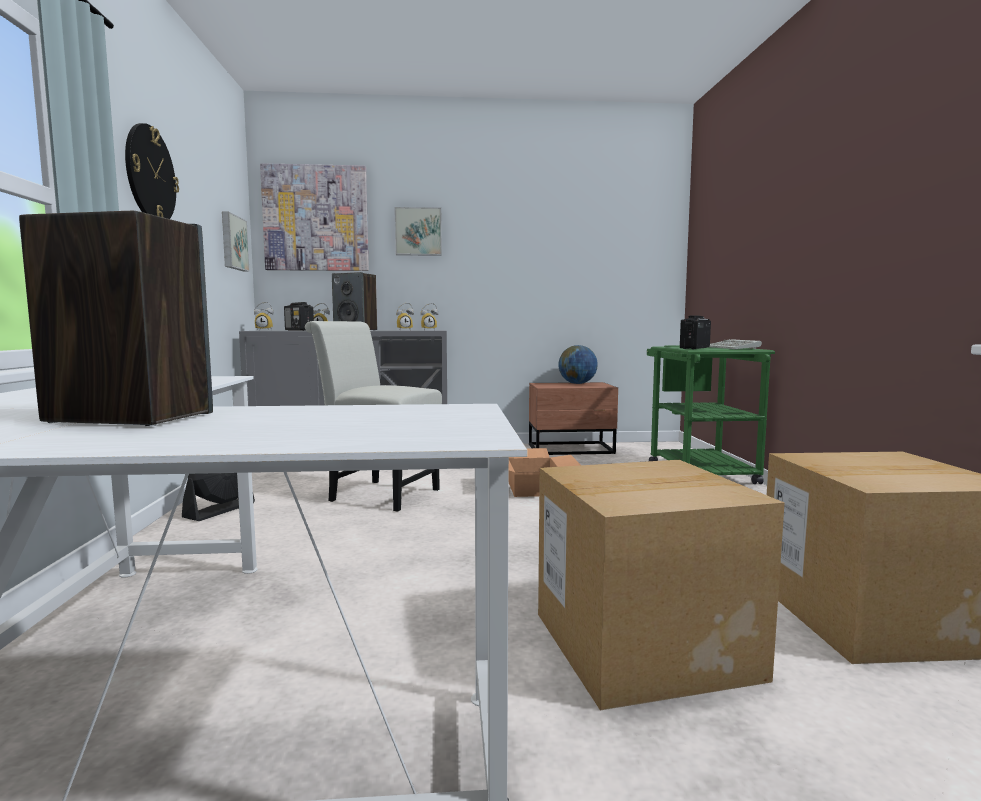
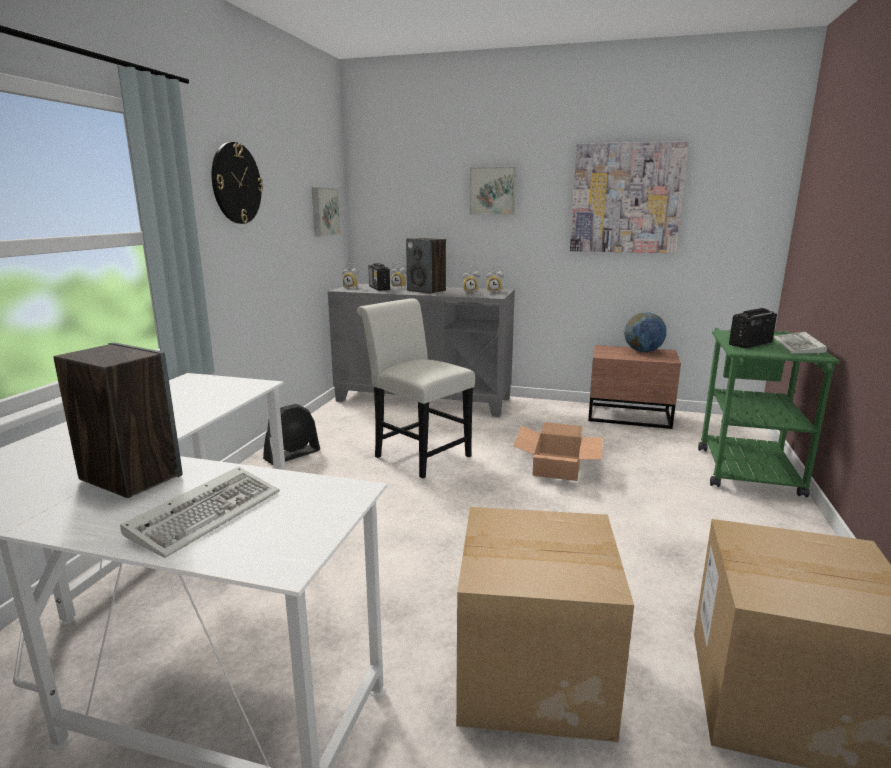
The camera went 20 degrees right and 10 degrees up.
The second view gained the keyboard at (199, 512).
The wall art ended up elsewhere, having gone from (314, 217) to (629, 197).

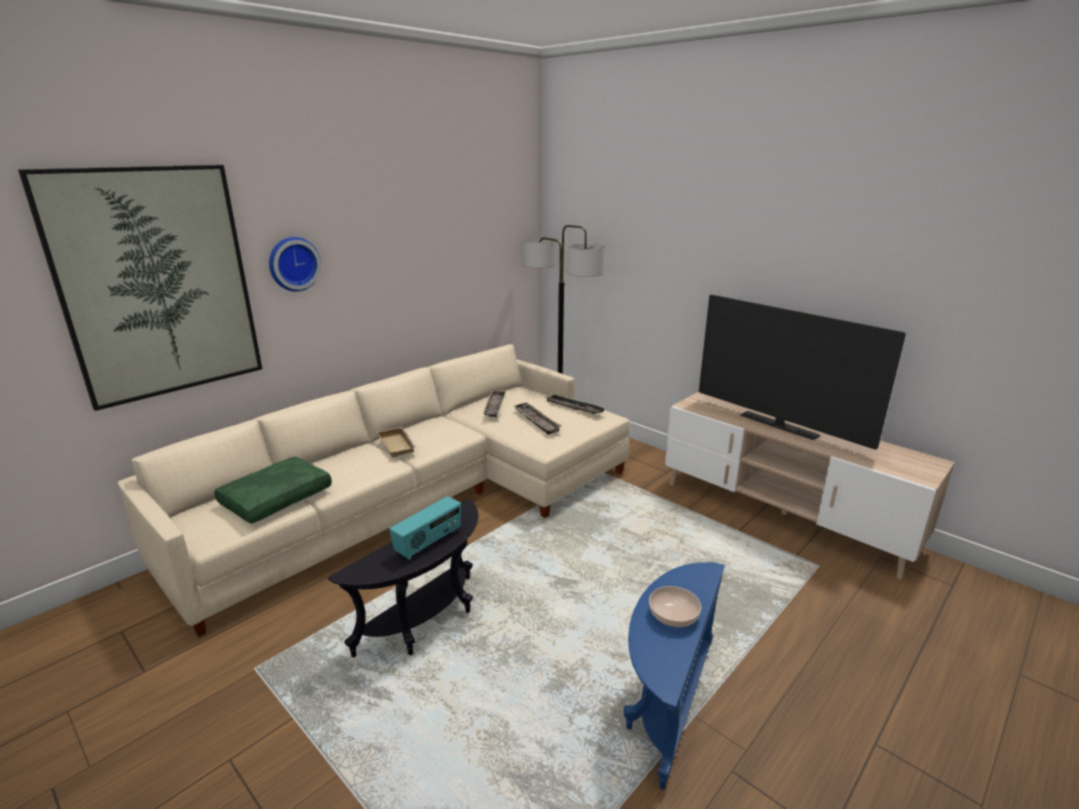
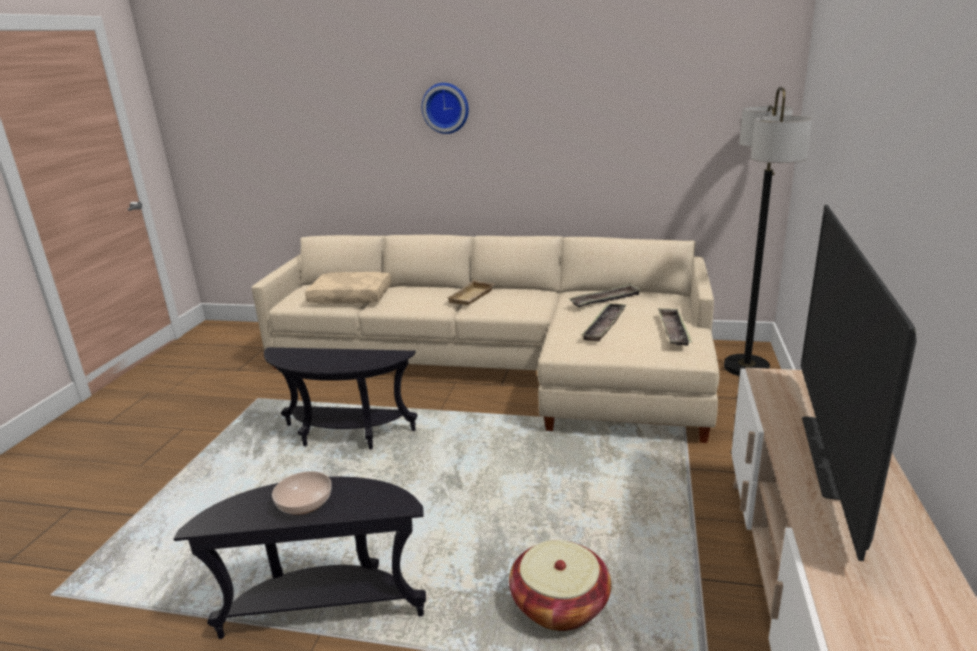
The camera went 60 degrees right and 0 degrees up.
The second view lost the wall art at (140, 288).
The second view lost the radio receiver at (425, 528).
The second view gained the household basket at (560, 585).
What was the green cushion at (273, 490) turned into the beige-coloured cushion at (348, 288).
What was the bluish accent table at (674, 676) turned into the black-coloured accent table at (300, 558).

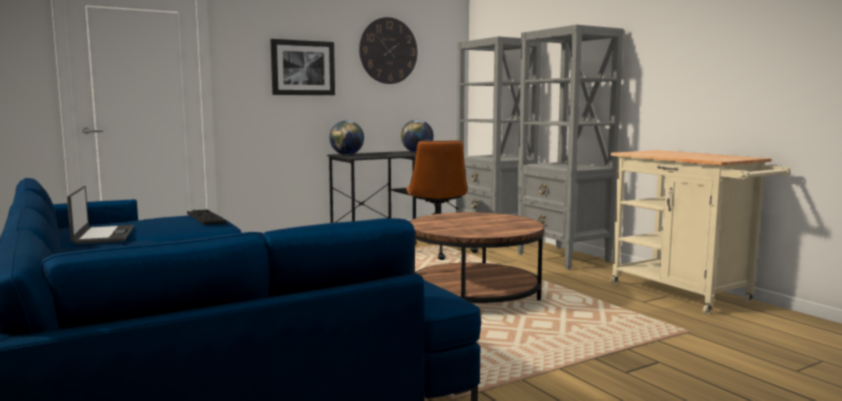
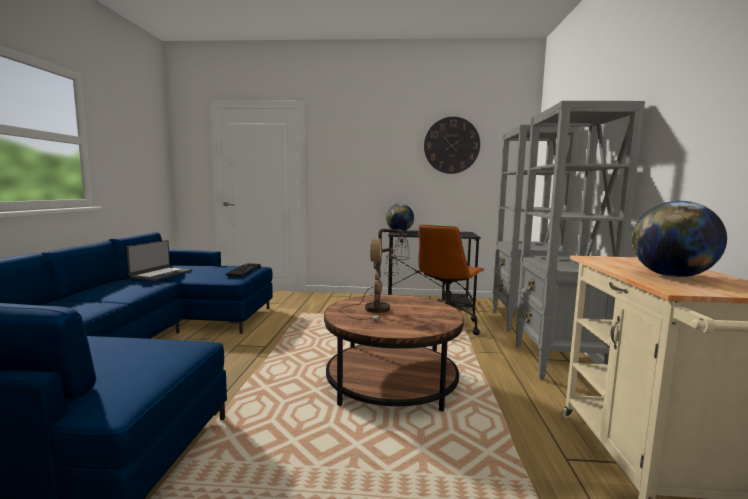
The camera went 35 degrees right and 0 degrees up.
The second view lost the wall art at (302, 67).
The second view gained the table lamp at (374, 274).
The world globe ended up elsewhere, having gone from (417, 136) to (679, 239).

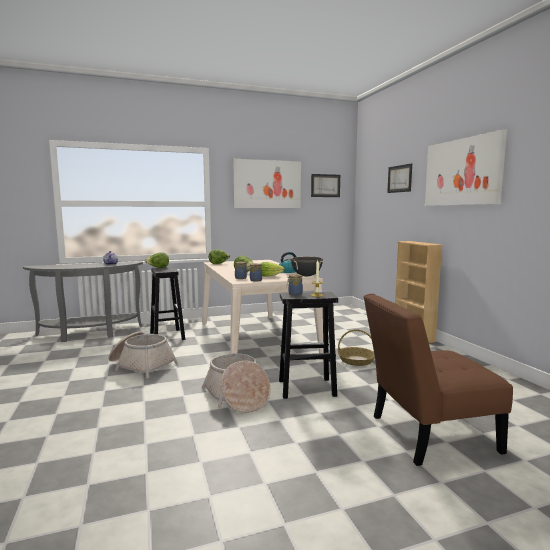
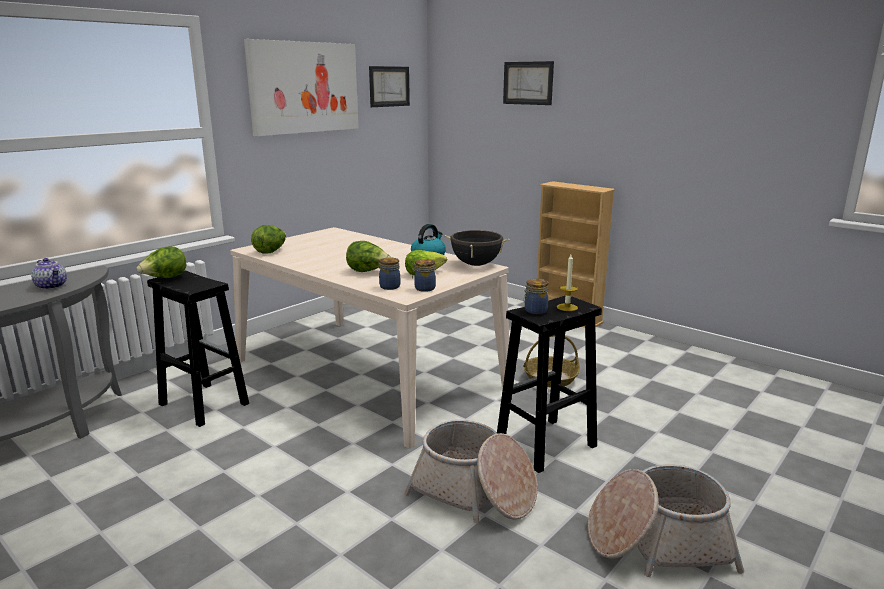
The camera went 30 degrees left and 10 degrees up.
The second view lost the brown plain chair at (438, 380).
The second view lost the wall art at (466, 167).
The household basket ended up elsewhere, having gone from (143, 354) to (666, 520).

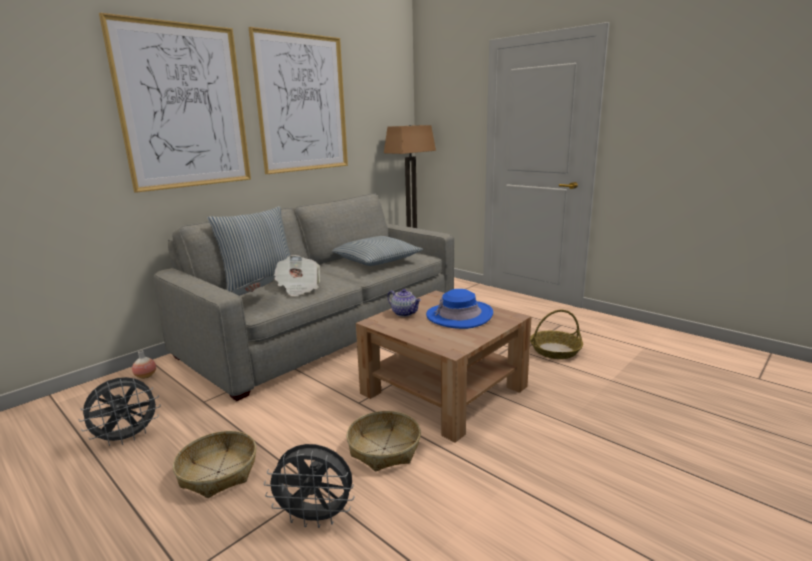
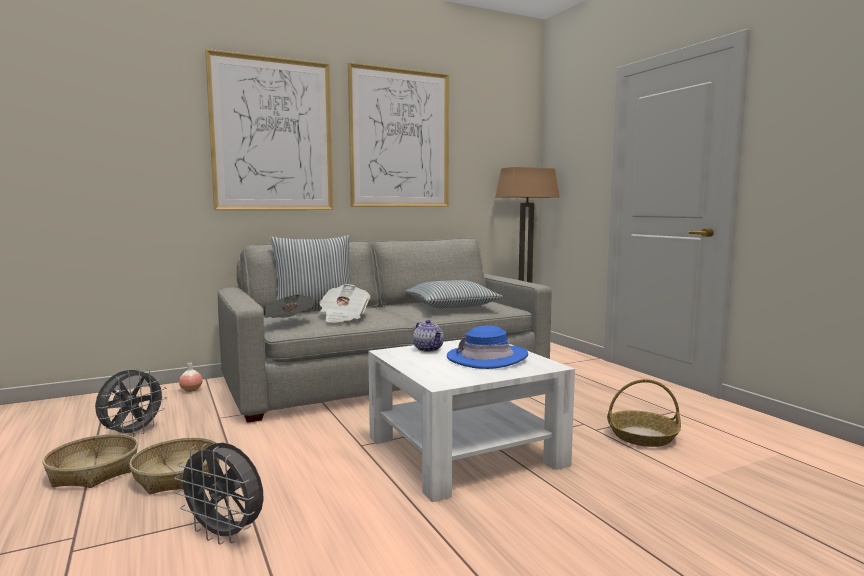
The camera went 20 degrees right and 10 degrees down.
The household basket ended up elsewhere, having gone from (383, 441) to (90, 461).
What was the brown coffee table at (444, 367) turned into the white coffee table at (471, 421).
The gray cooling fan at (120, 411) ended up facing another way, 45 degrees counterclockwise from before.

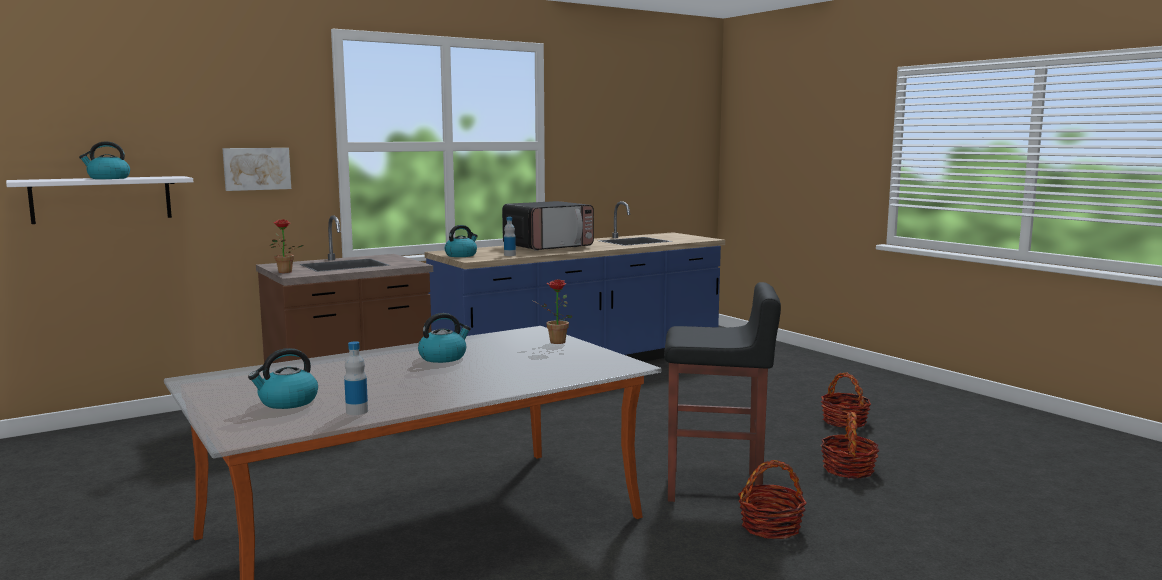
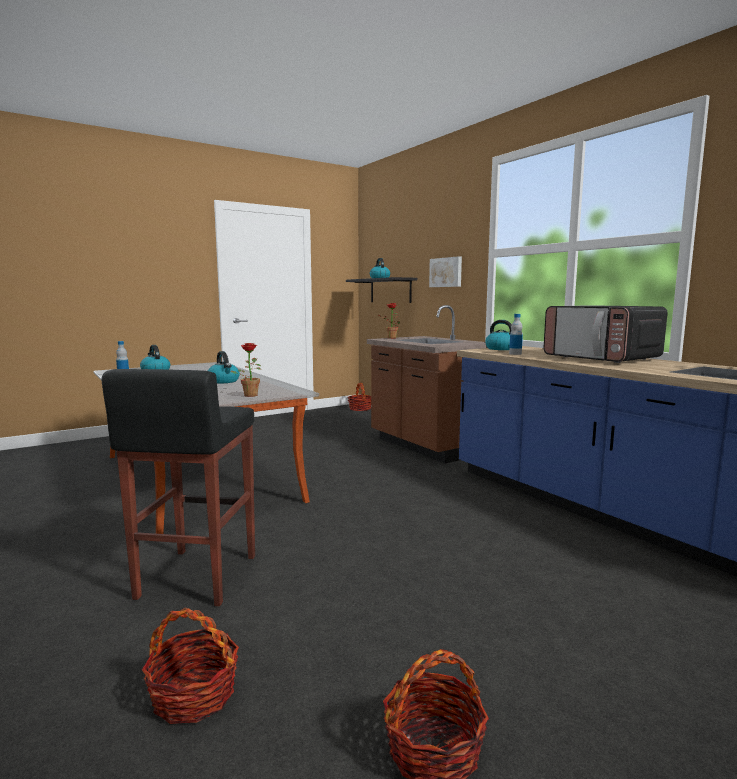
The camera went 90 degrees right and 0 degrees up.
The household basket ended up elsewhere, having gone from (772, 499) to (359, 396).
What was the white wall shelf at (99, 200) turned into the black-coloured wall shelf at (381, 290).

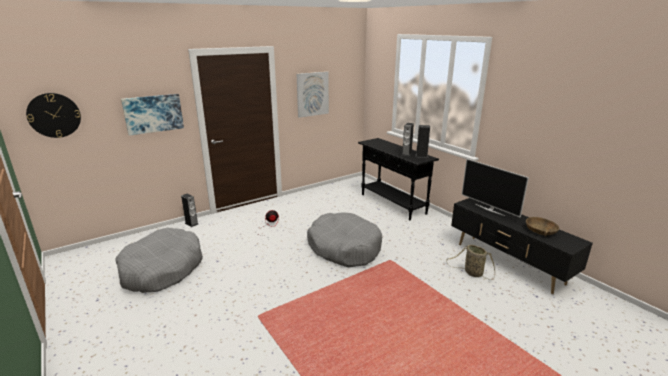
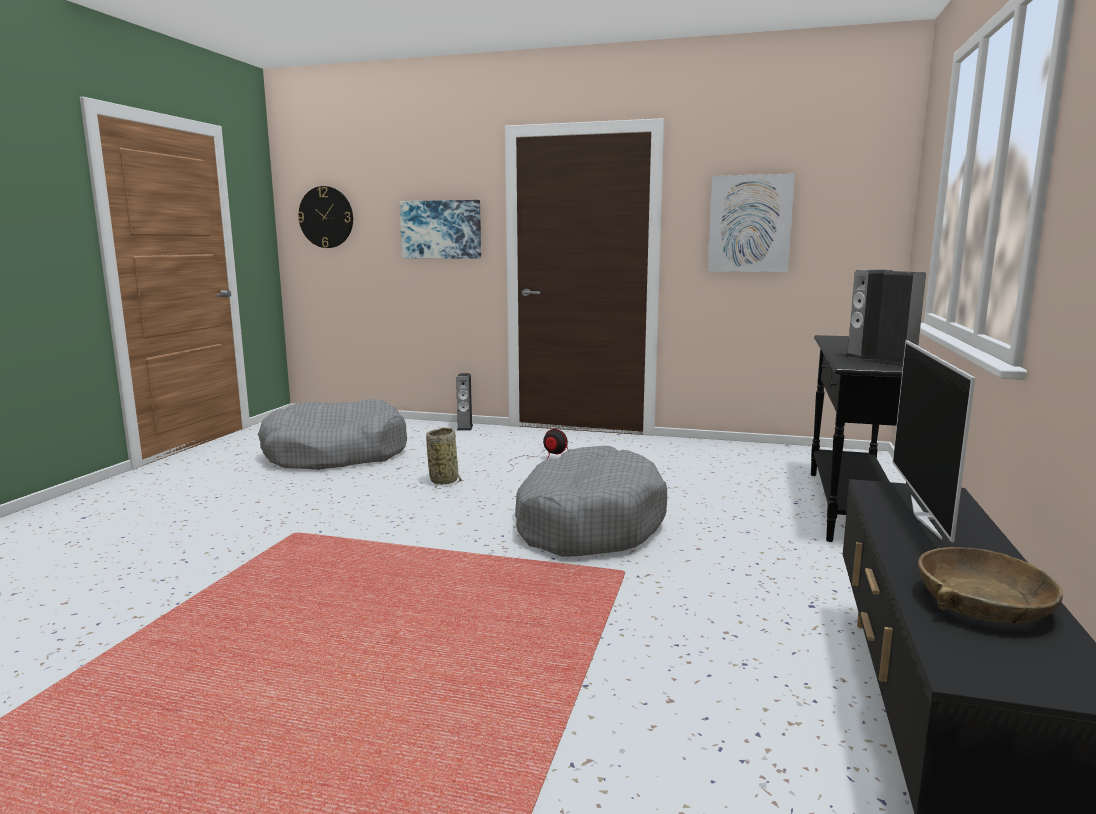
The camera went 50 degrees right and 10 degrees down.
The household basket ended up elsewhere, having gone from (470, 262) to (444, 458).

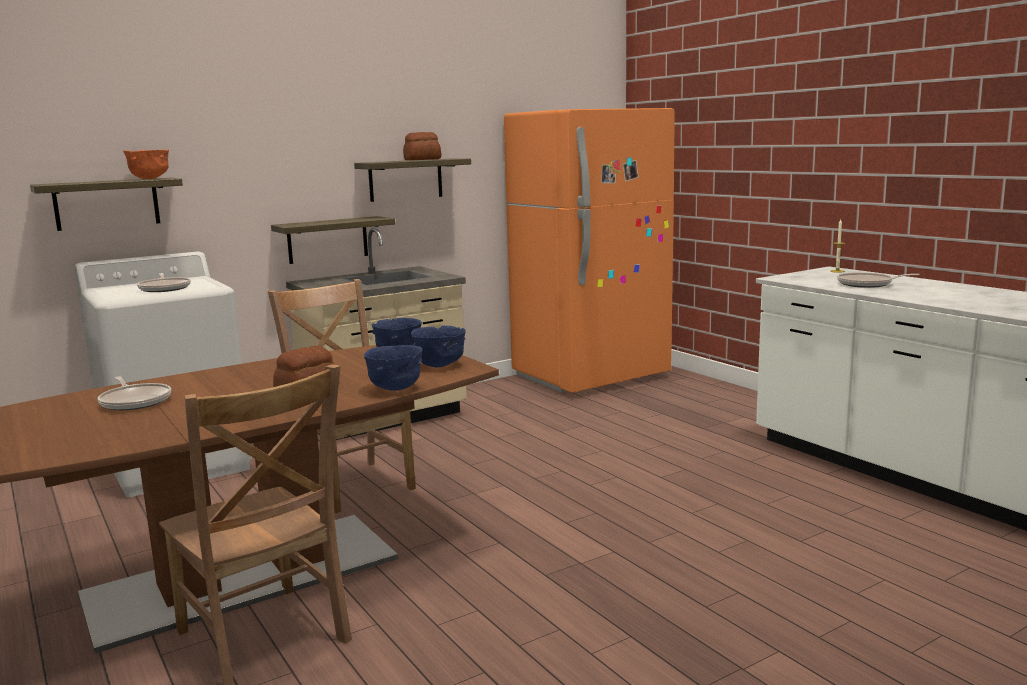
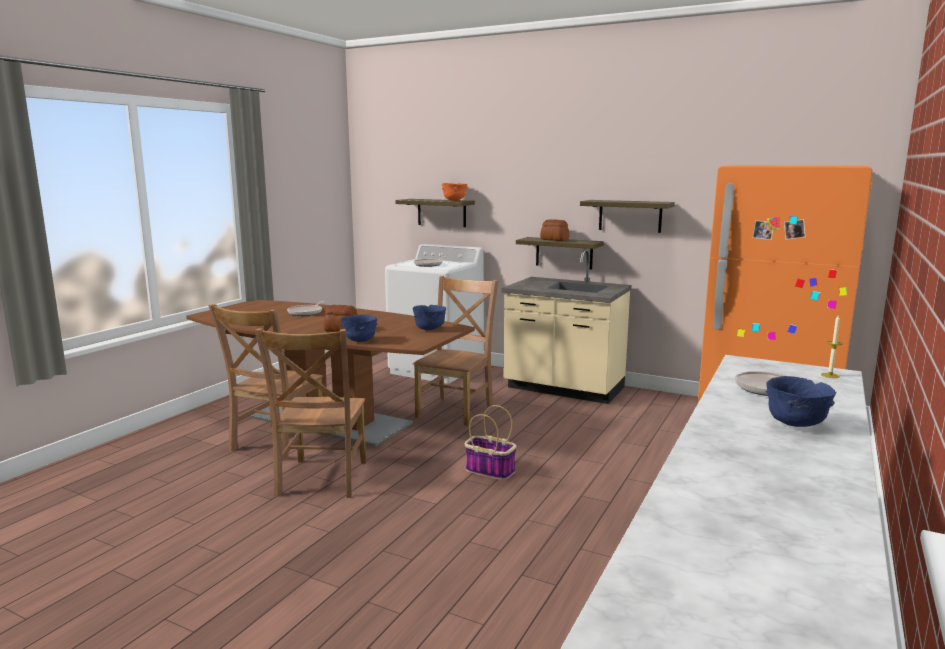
The camera went 60 degrees right and 0 degrees up.
The second view gained the brown plain chair at (311, 413).
The second view gained the household basket at (491, 442).
The bakery bread ended up elsewhere, having gone from (422, 146) to (554, 230).
The bluish deep dish ended up elsewhere, having gone from (438, 346) to (801, 401).

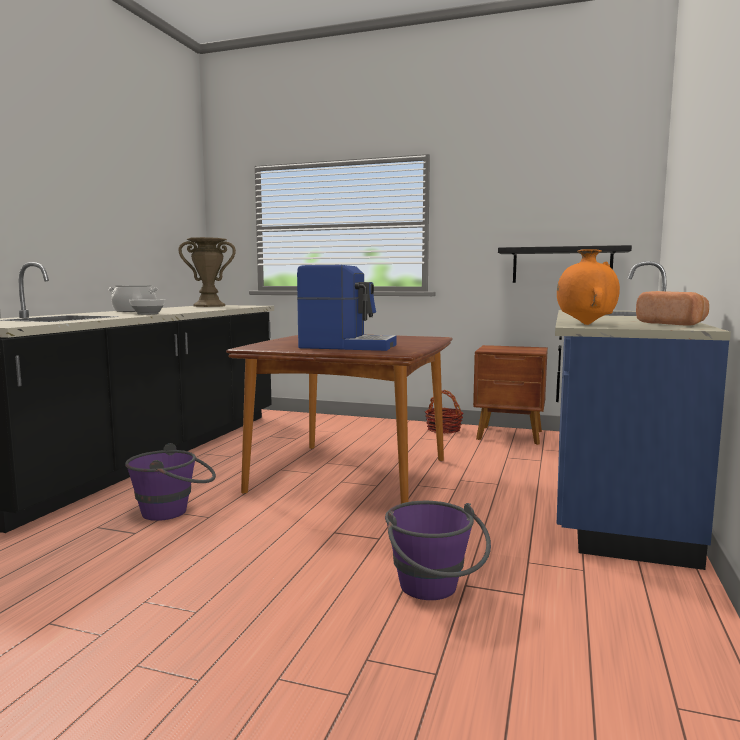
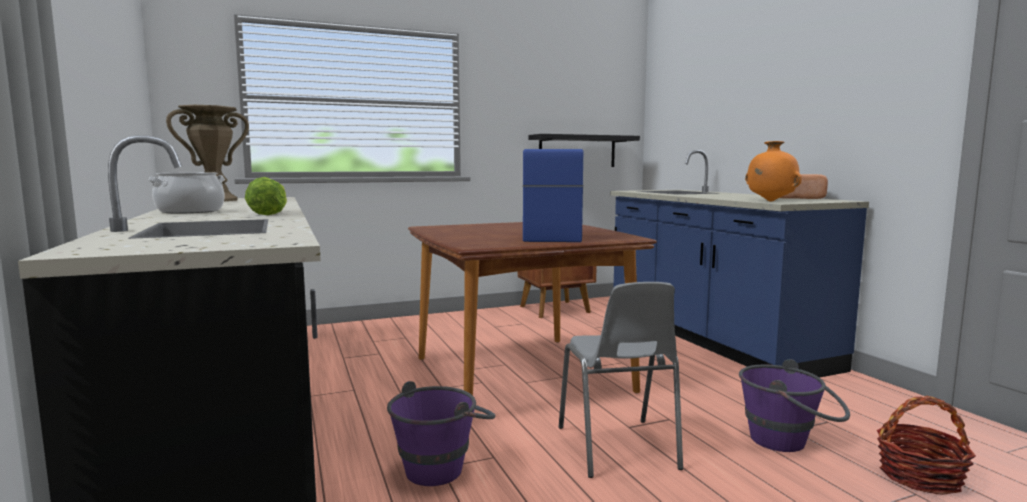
The camera went 40 degrees left and 0 degrees up.
The second view gained the gray plain chair at (621, 380).
The household basket ended up elsewhere, having gone from (444, 411) to (926, 445).
Where the deep dish stood at (147, 307), the head of lettuce came to stand at (266, 196).
The coffee machine at (347, 308) ended up facing another way, 60 degrees counterclockwise from before.

